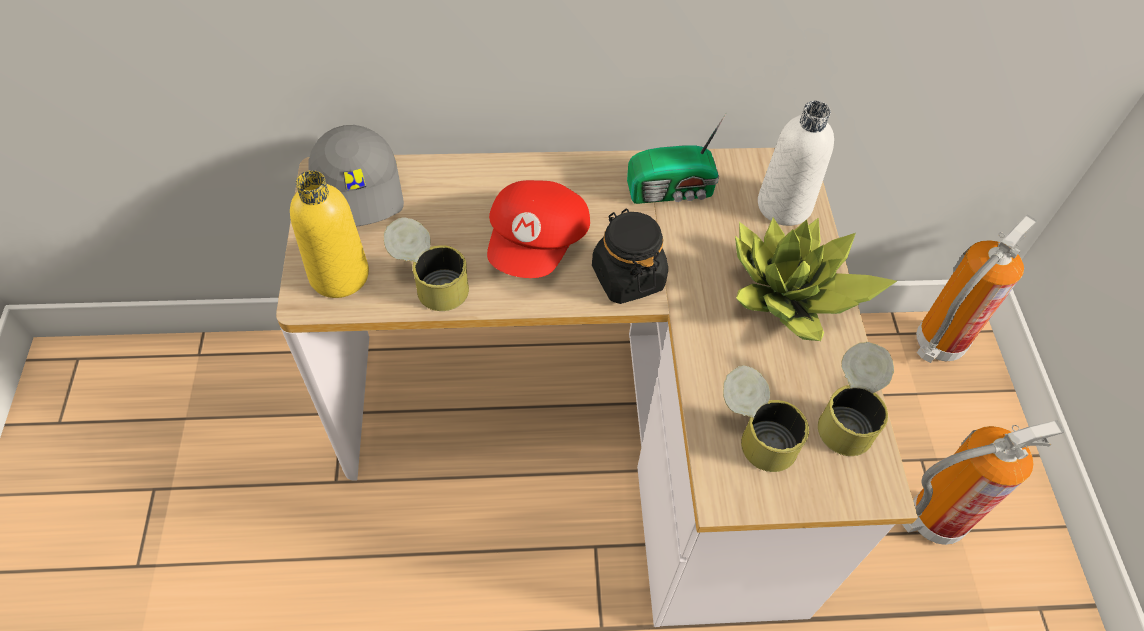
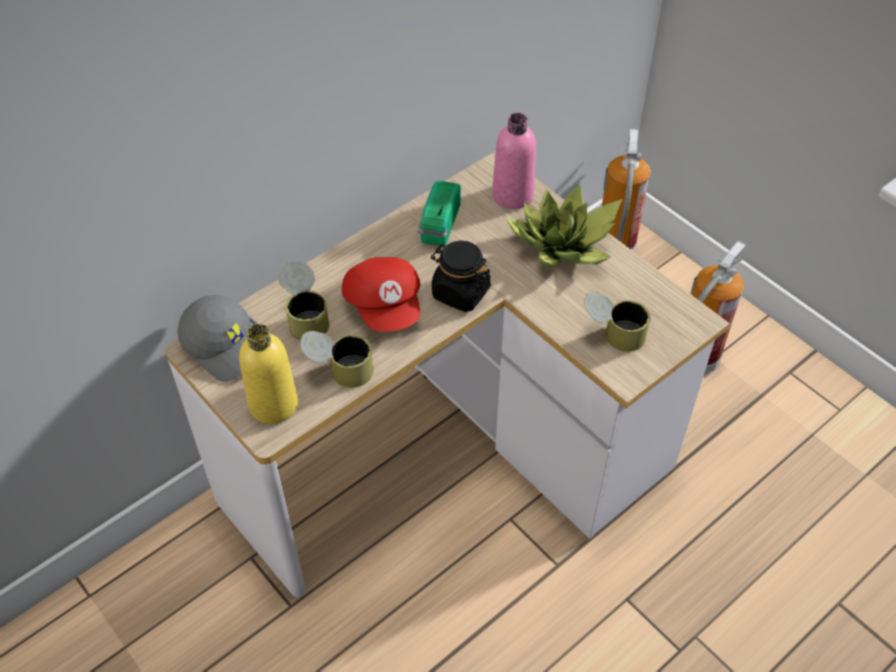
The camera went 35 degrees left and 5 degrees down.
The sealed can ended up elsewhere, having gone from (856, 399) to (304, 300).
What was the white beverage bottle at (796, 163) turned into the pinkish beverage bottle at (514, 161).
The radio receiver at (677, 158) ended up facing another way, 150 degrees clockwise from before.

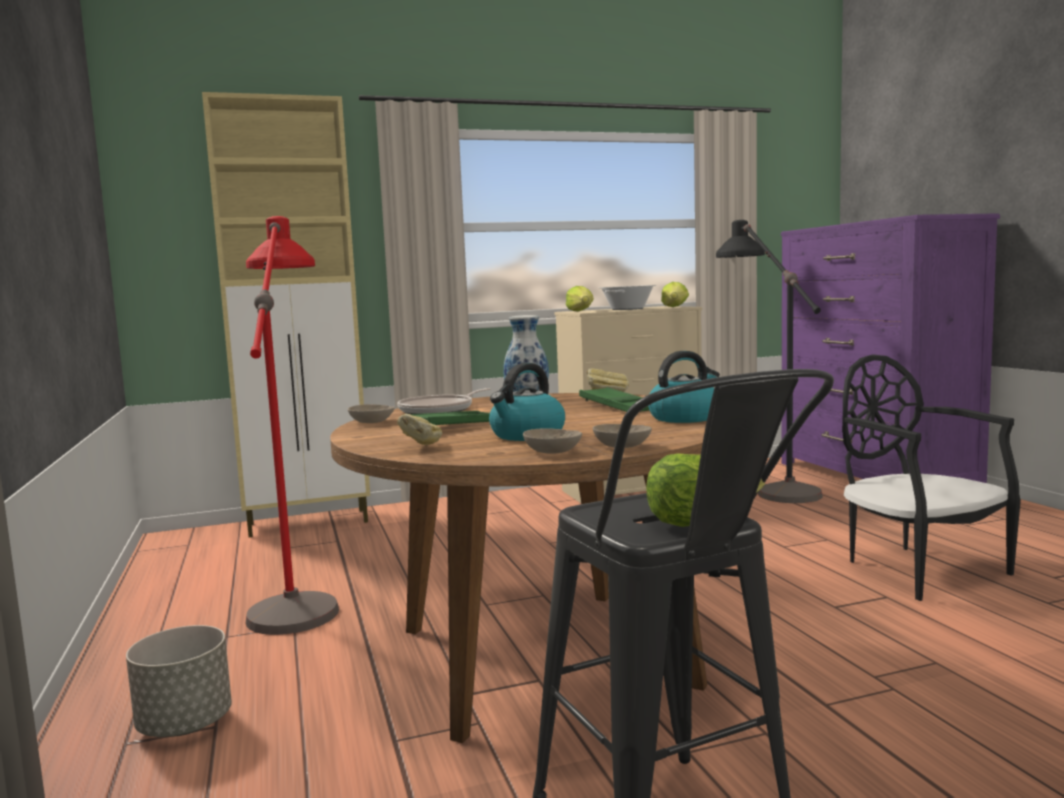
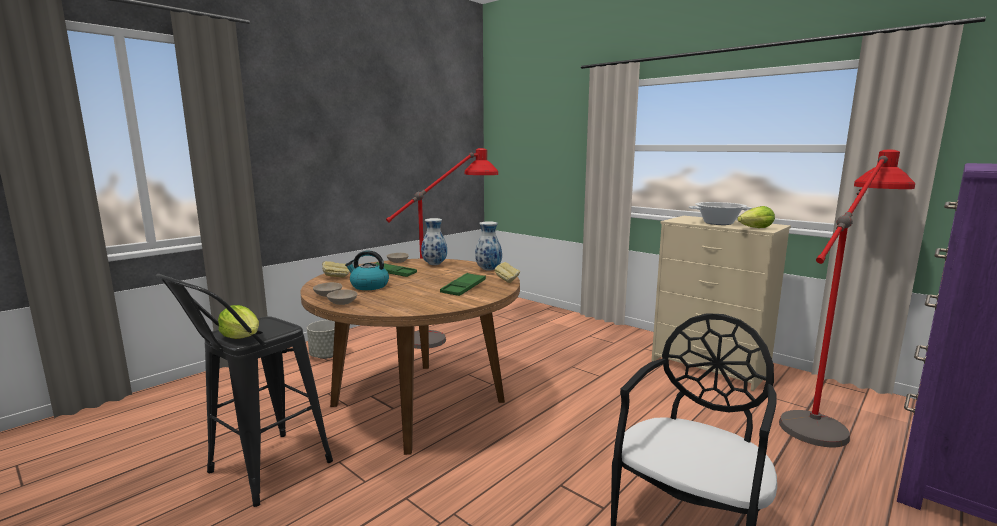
The camera went 60 degrees right and 5 degrees up.
The second view lost the beige-coloured storage cabinet at (286, 314).
The second view lost the head of lettuce at (580, 298).
The second view lost the kettle at (684, 387).
Where the skillet stood at (443, 401), the flower vase came to stand at (434, 241).
What was the black-coloured floor lamp at (769, 361) turned into the red-coloured floor lamp at (847, 298).

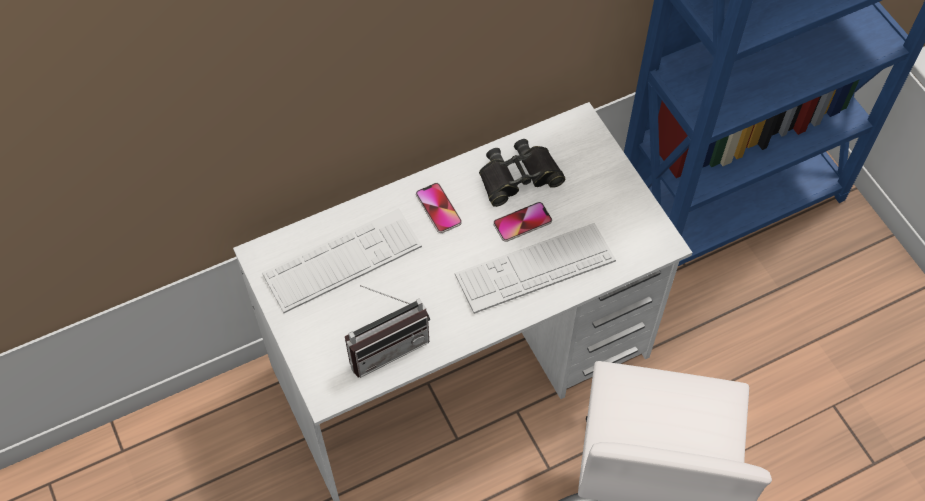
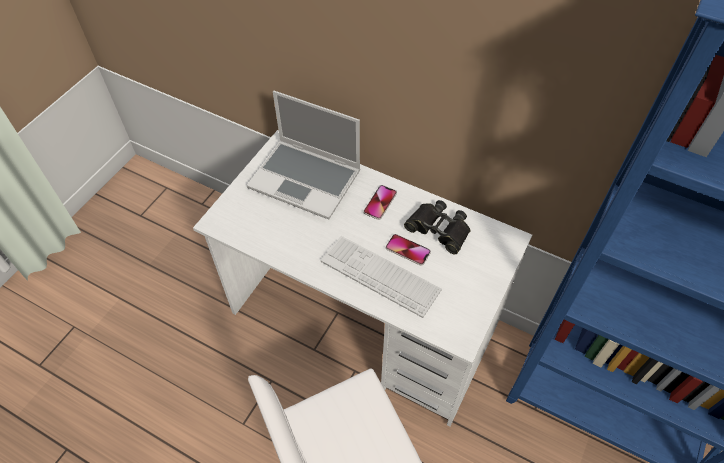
The camera went 55 degrees right and 5 degrees down.
The second view lost the radio receiver at (387, 331).
Where the keyboard stood at (342, 260), the portable computer came to stand at (304, 155).

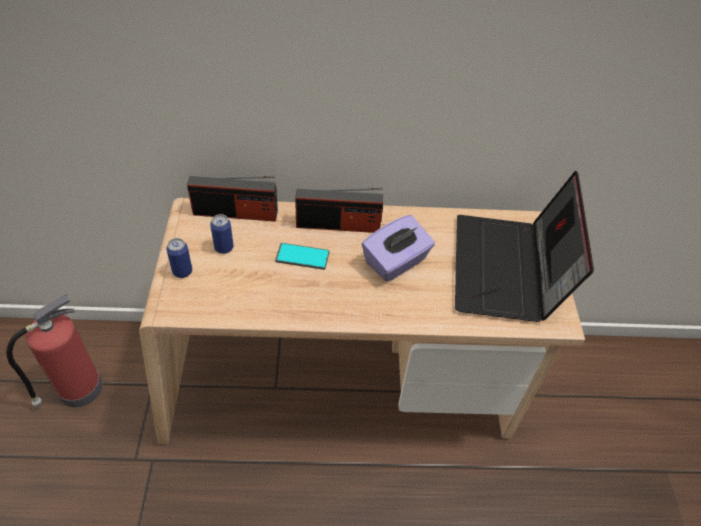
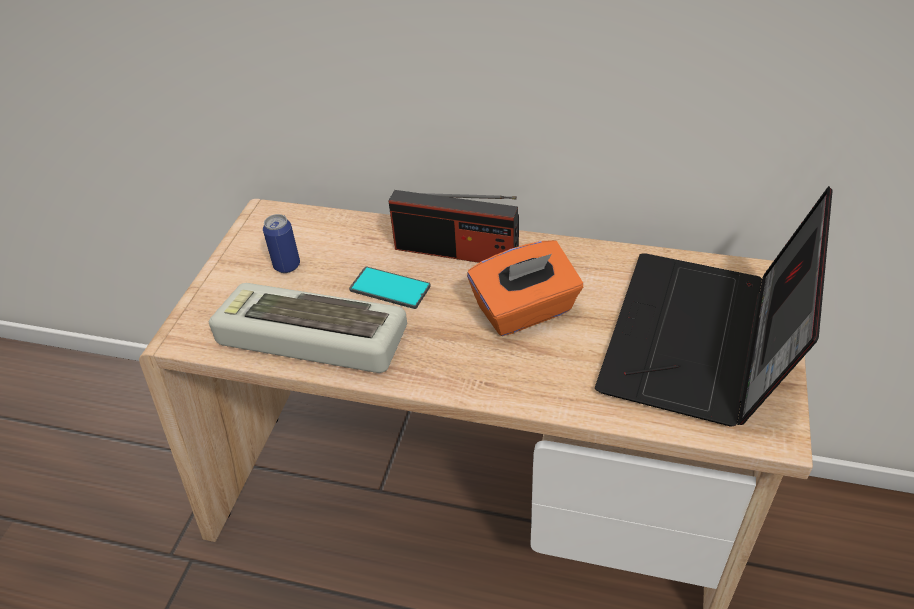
The camera went 20 degrees right and 5 degrees down.
The second view lost the fire extinguisher at (54, 351).
The second view lost the sealed can at (179, 258).
The second view lost the radio receiver at (232, 199).
The second view gained the keyboard at (308, 328).
What was the purple tissue box at (398, 248) turned into the orange tissue box at (525, 288).

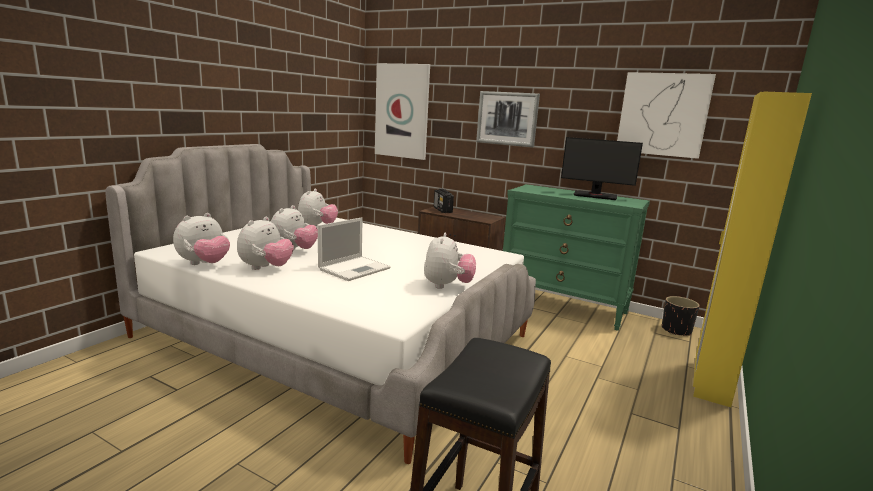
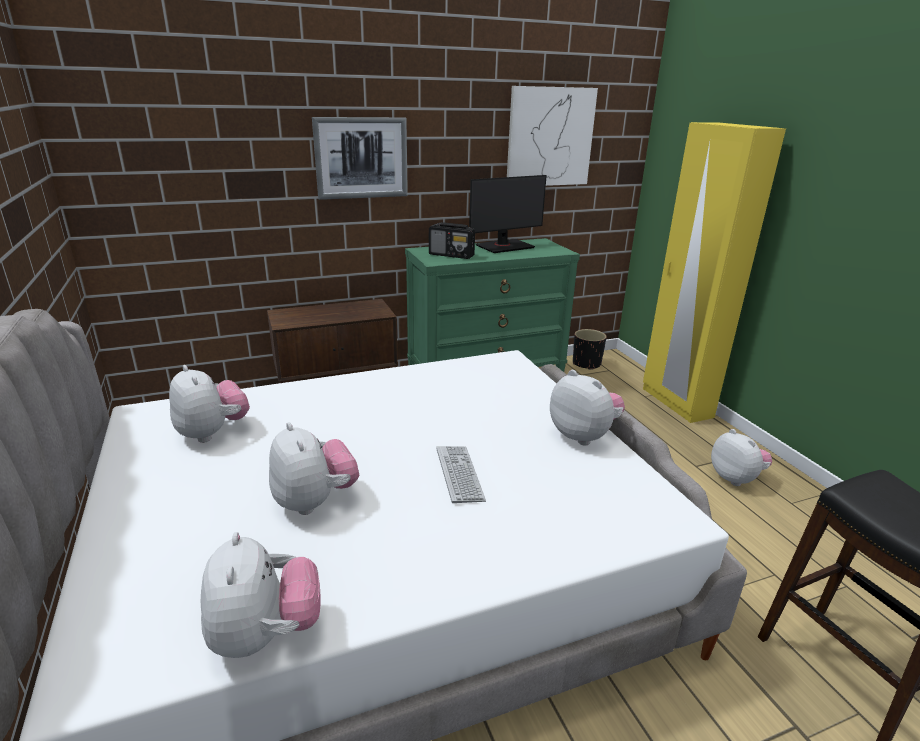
The camera went 50 degrees left and 10 degrees up.
The second view lost the wall art at (402, 111).
The cuddly toy ended up elsewhere, having gone from (265, 243) to (741, 457).
The radio receiver ended up elsewhere, having gone from (444, 201) to (452, 240).
Where the portable computer stood at (354, 249), the keyboard came to stand at (461, 474).

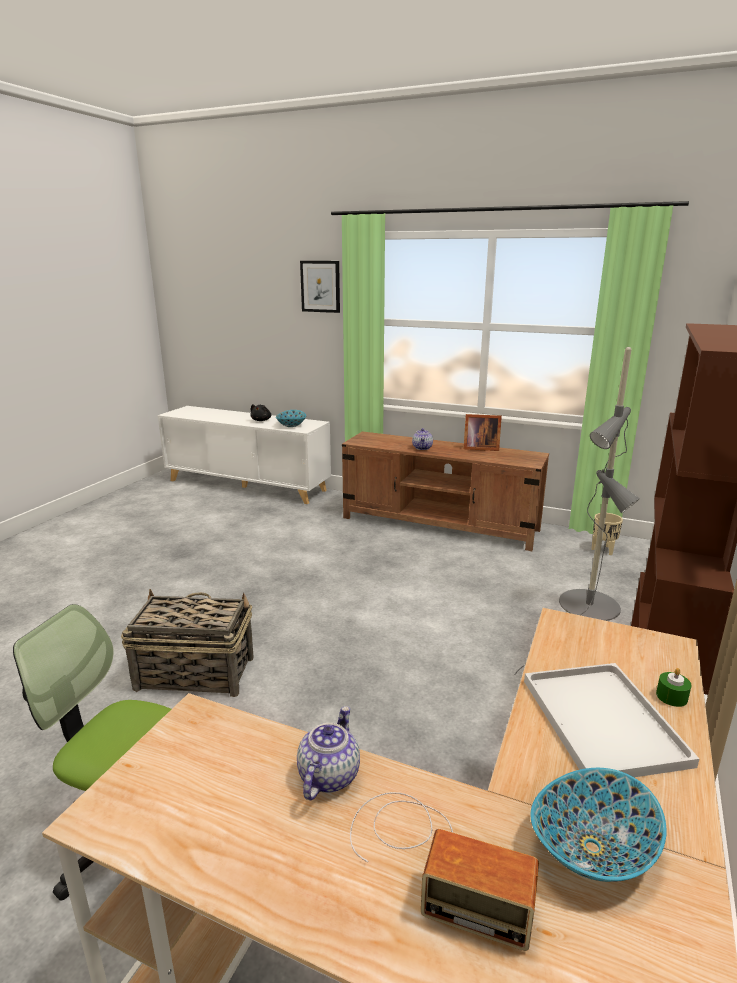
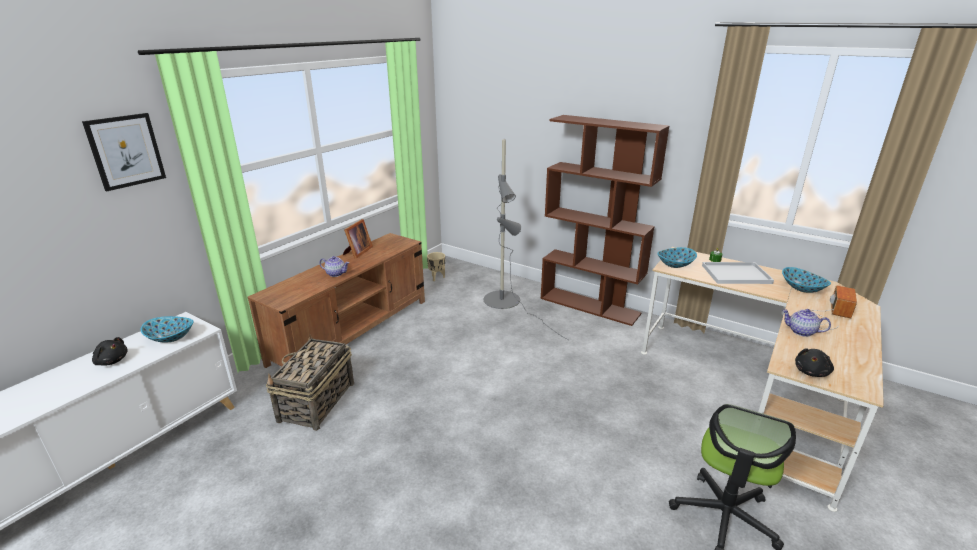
The camera went 80 degrees left and 5 degrees up.
The second view gained the deep dish at (677, 257).
The second view gained the black-coloured cuddly toy at (814, 362).
The household basket ended up elsewhere, having gone from (187, 643) to (310, 383).

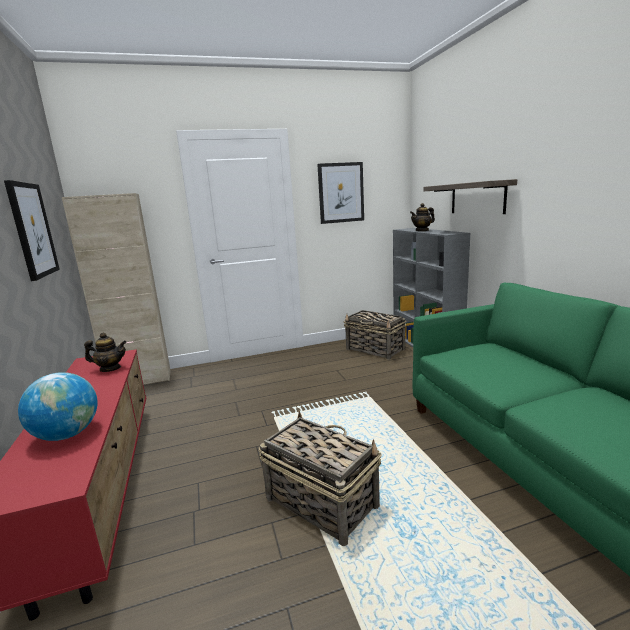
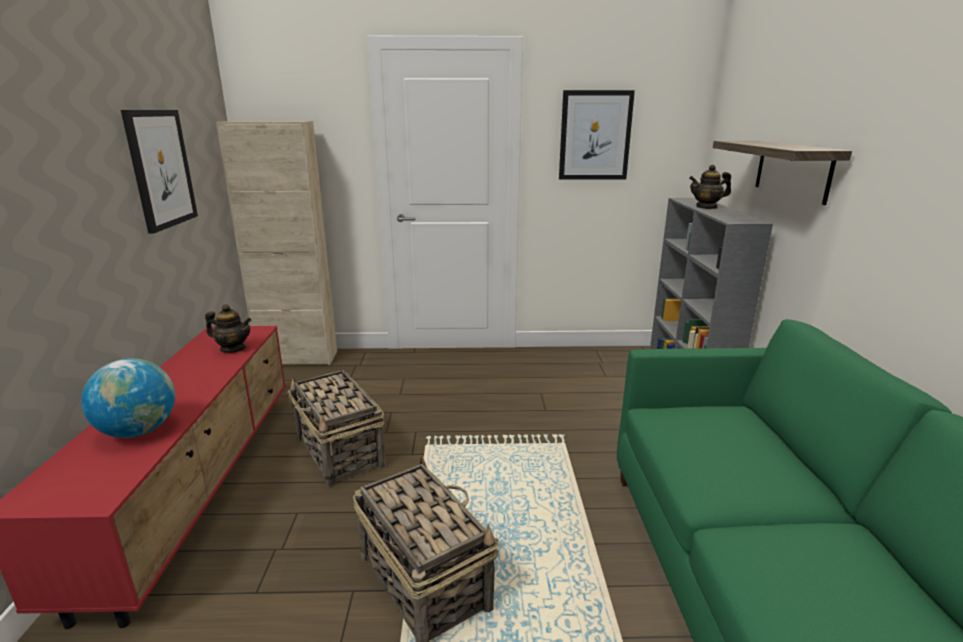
The camera went 15 degrees right and 5 degrees up.
The household basket ended up elsewhere, having gone from (375, 335) to (336, 428).

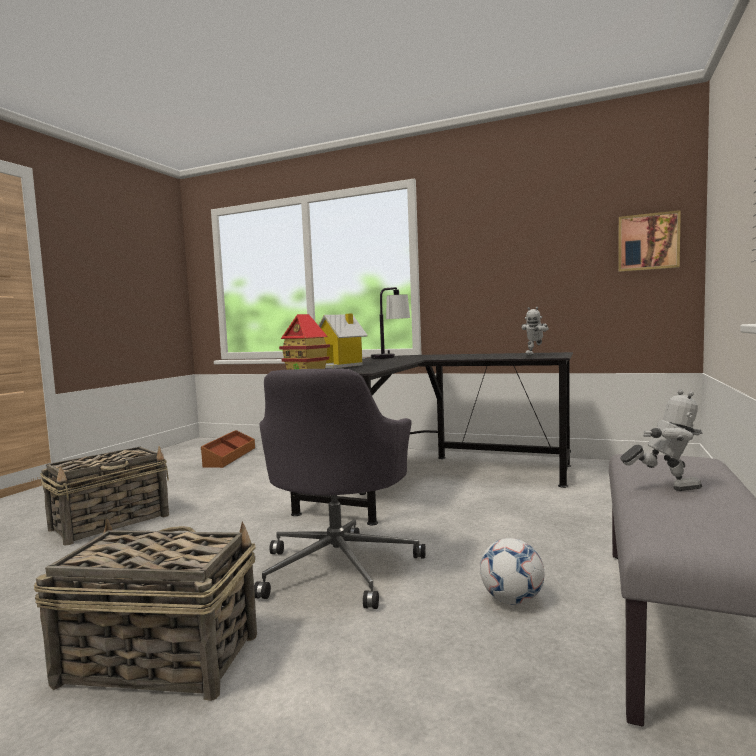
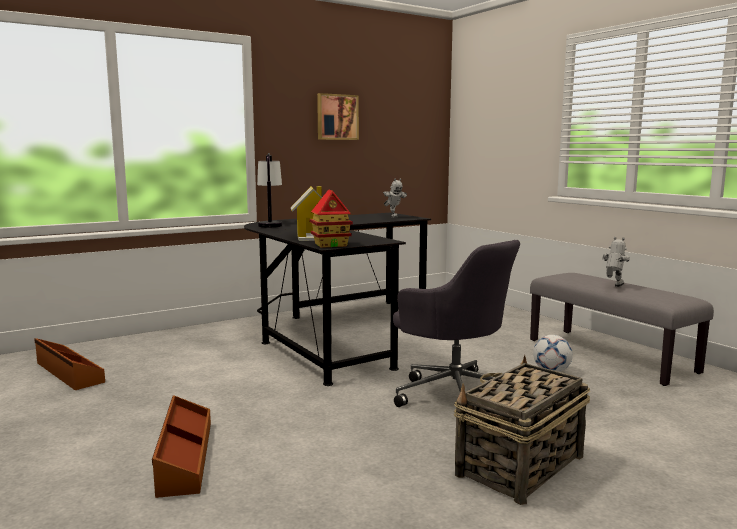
The camera went 55 degrees left and 5 degrees up.
The wall art ended up elsewhere, having gone from (649, 241) to (338, 116).
Where the household basket stood at (104, 496), the brown storage box came to stand at (181, 446).

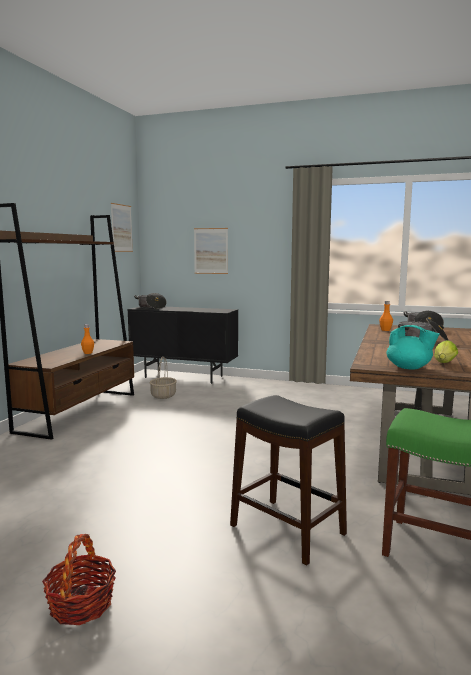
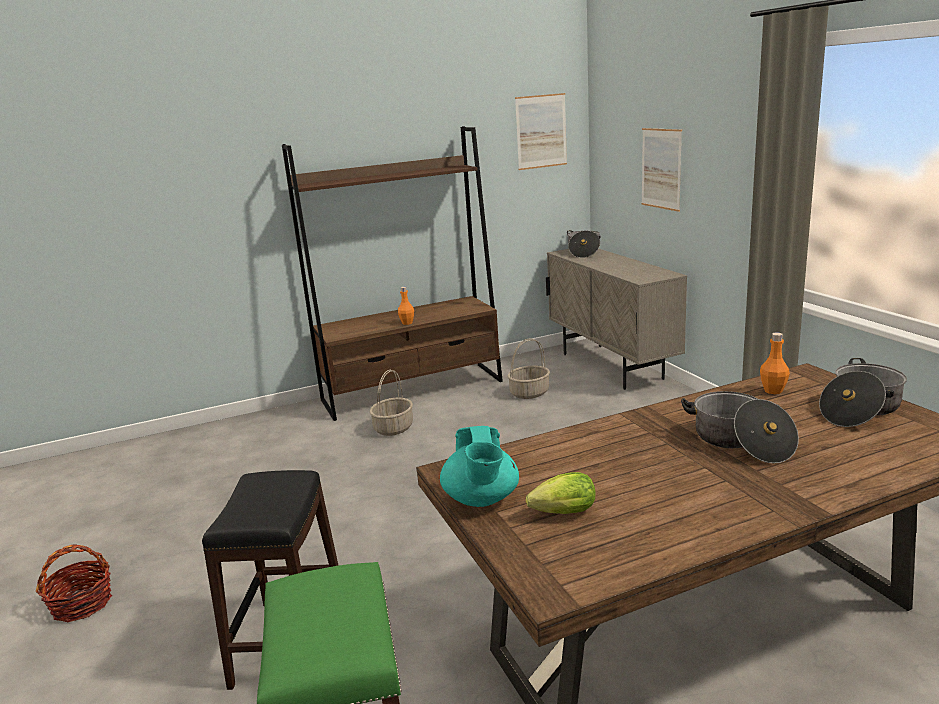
The camera went 50 degrees right and 10 degrees up.
The second view gained the household basket at (391, 403).
What was the black-coloured storage cabinet at (182, 345) turned into the beige-coloured storage cabinet at (616, 319).

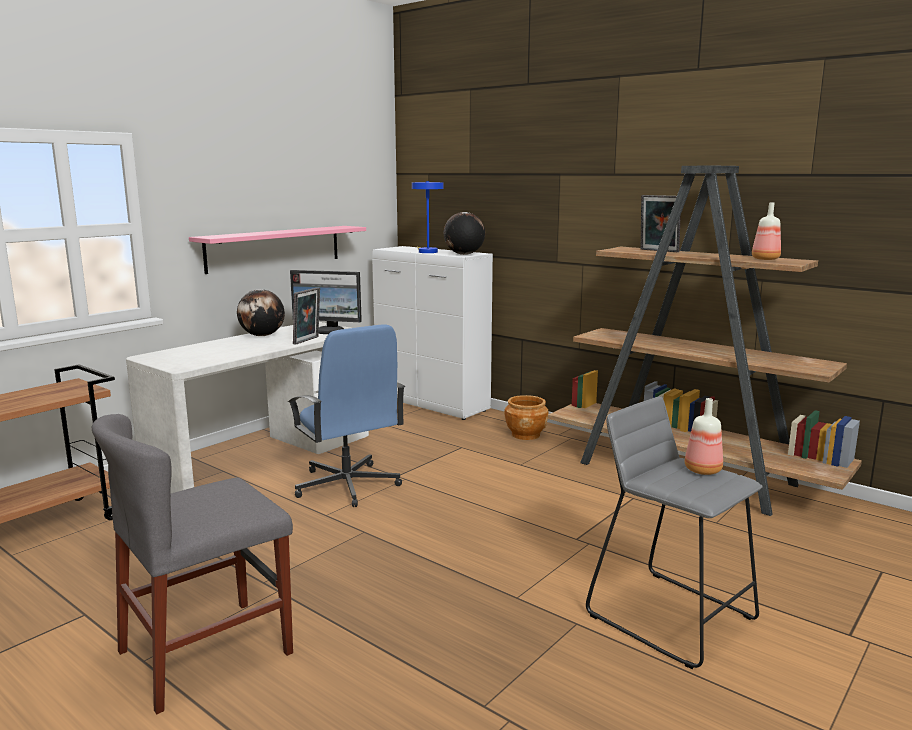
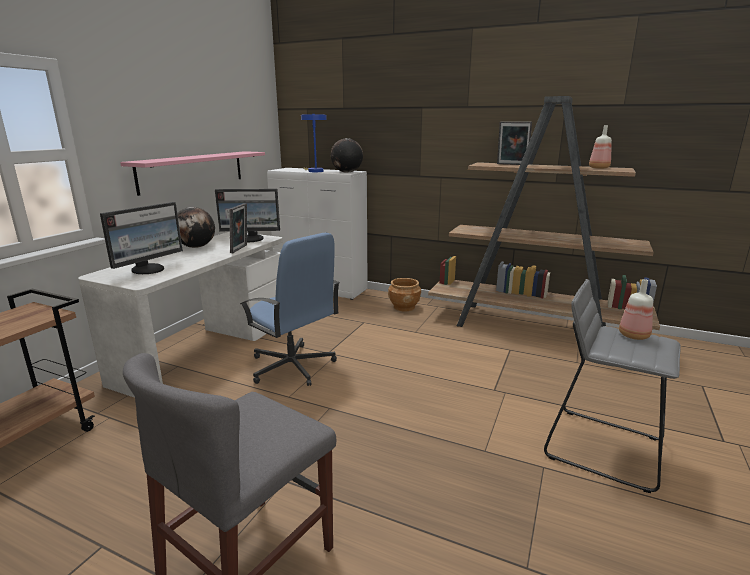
The camera went 15 degrees left and 5 degrees up.
The second view gained the computer display at (141, 238).

